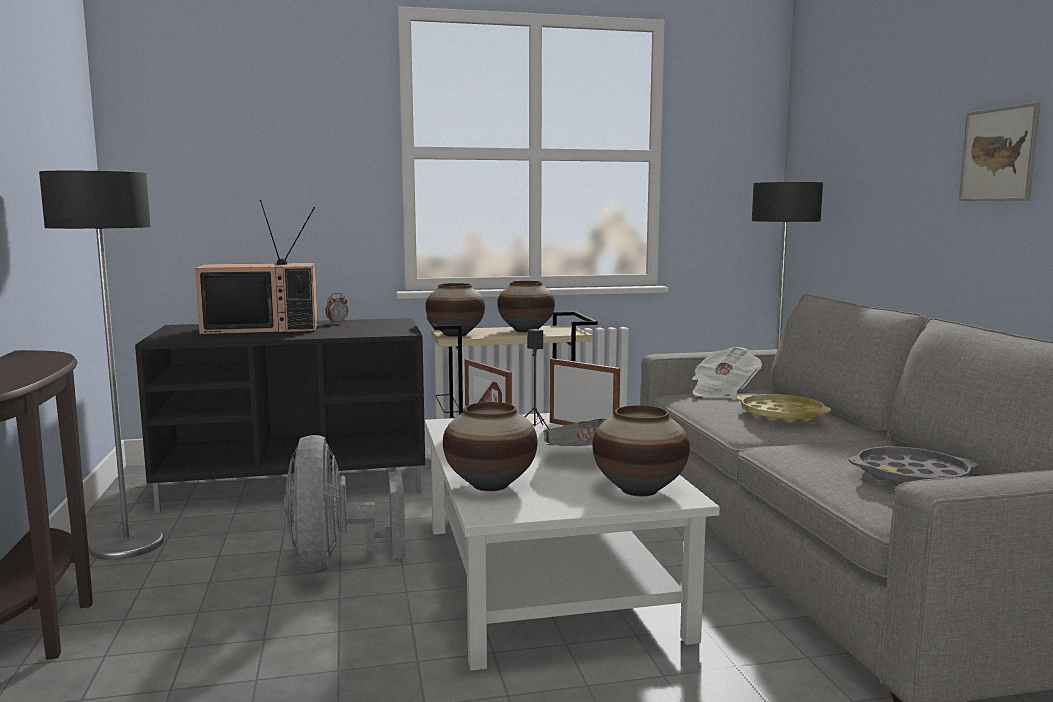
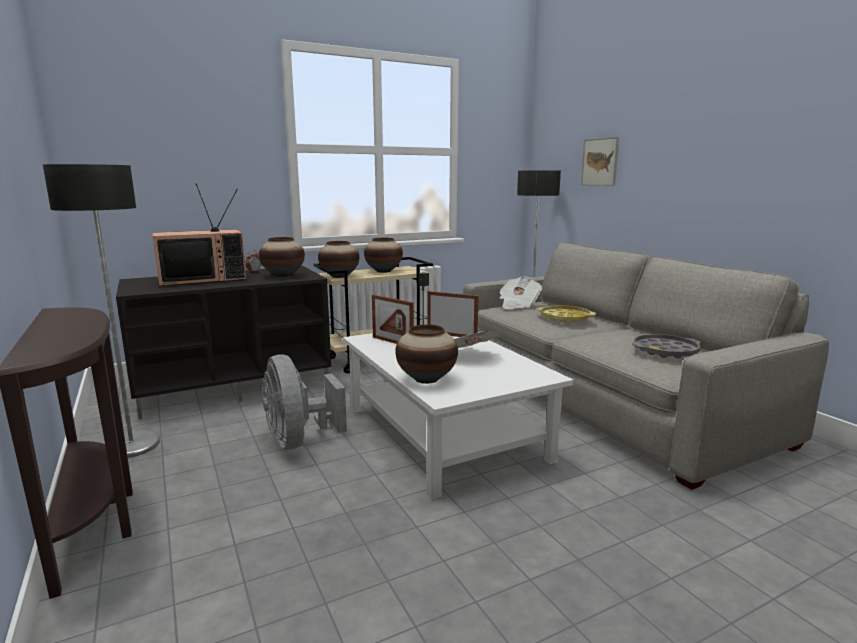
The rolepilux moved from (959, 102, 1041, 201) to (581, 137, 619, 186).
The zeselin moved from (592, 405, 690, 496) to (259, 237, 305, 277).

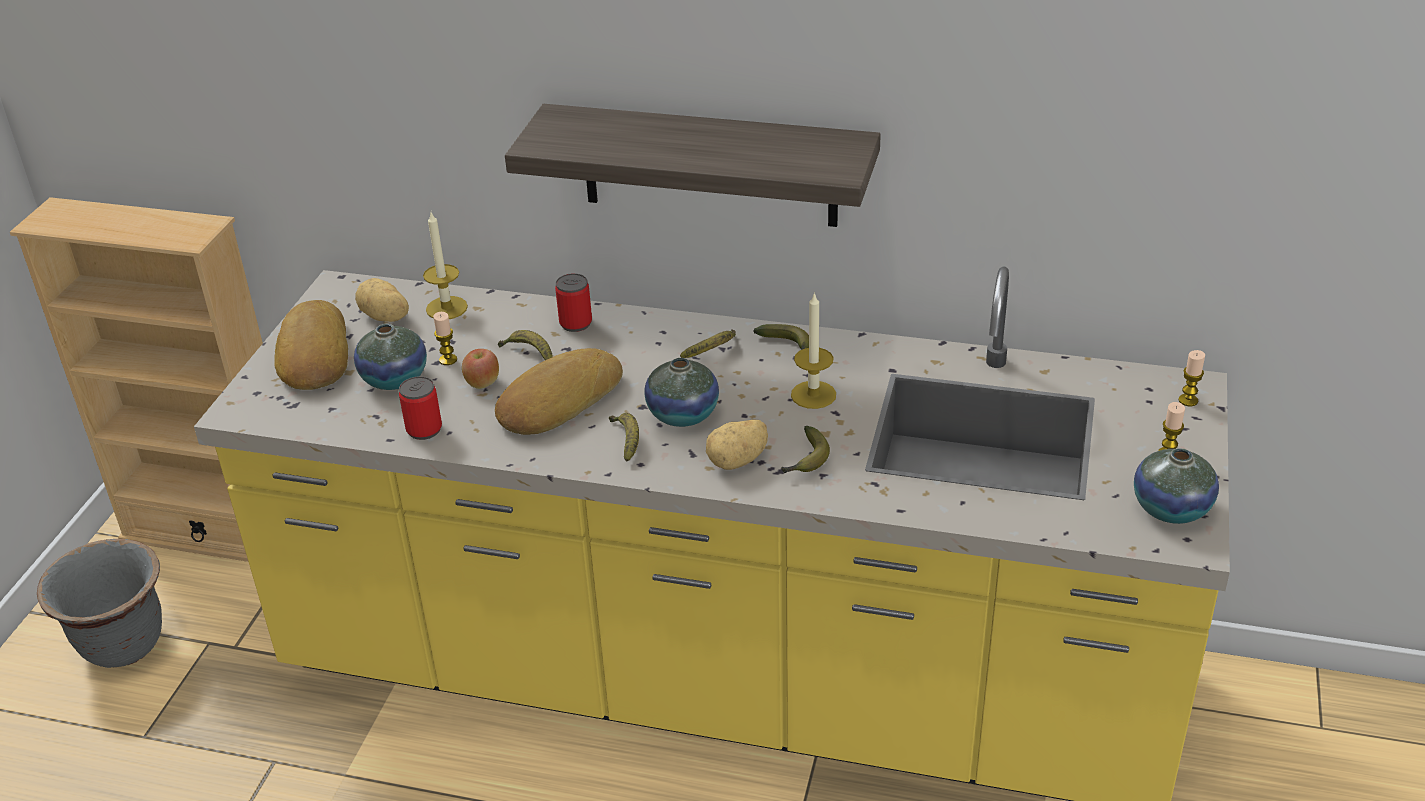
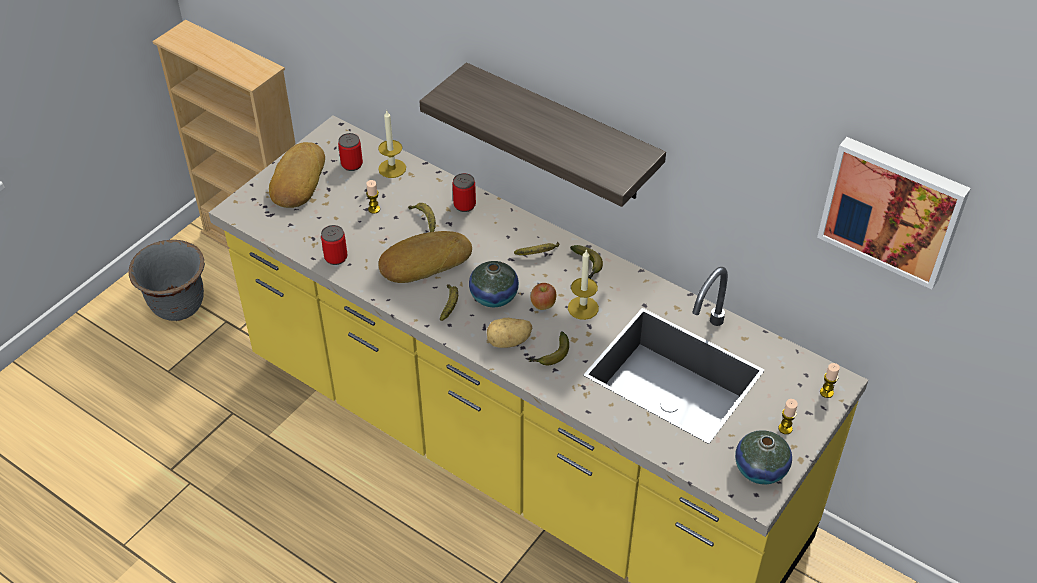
The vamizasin at (355, 278, 409, 322) was replaced by the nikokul at (338, 133, 363, 171).
The zeselin at (354, 324, 427, 390) disappeared.
The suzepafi moved from (462, 349, 499, 389) to (531, 283, 556, 310).
The rolepilux at (817, 137, 971, 289) appeared.

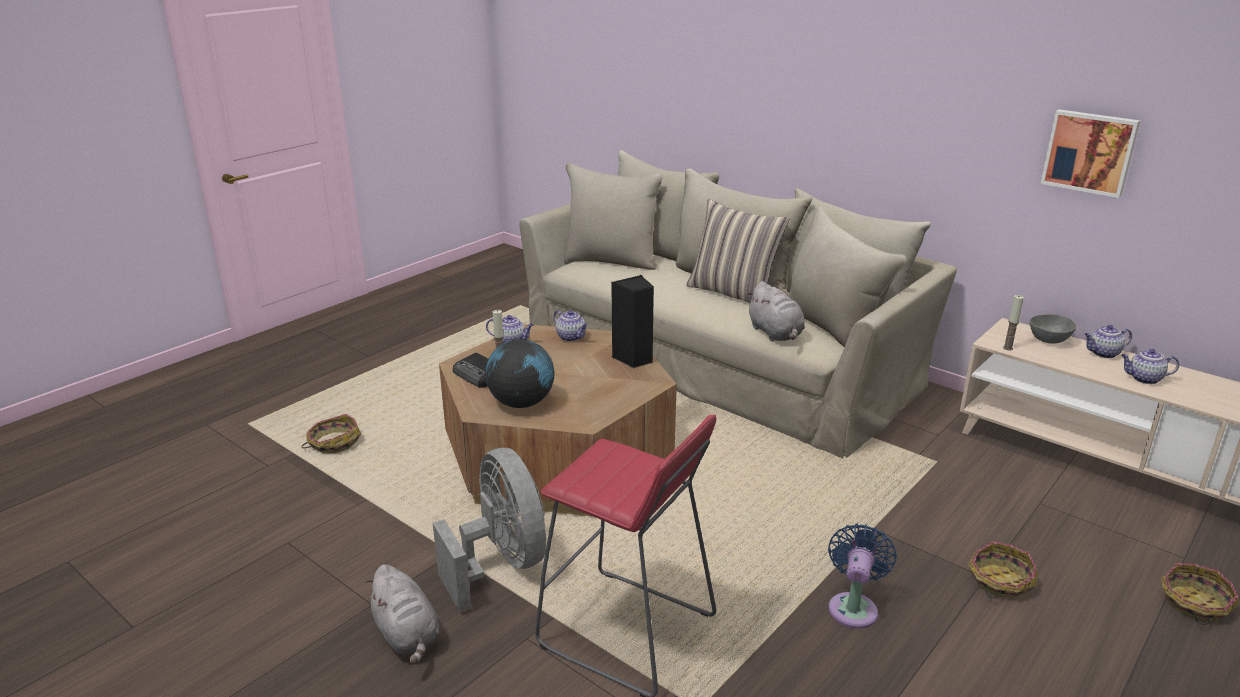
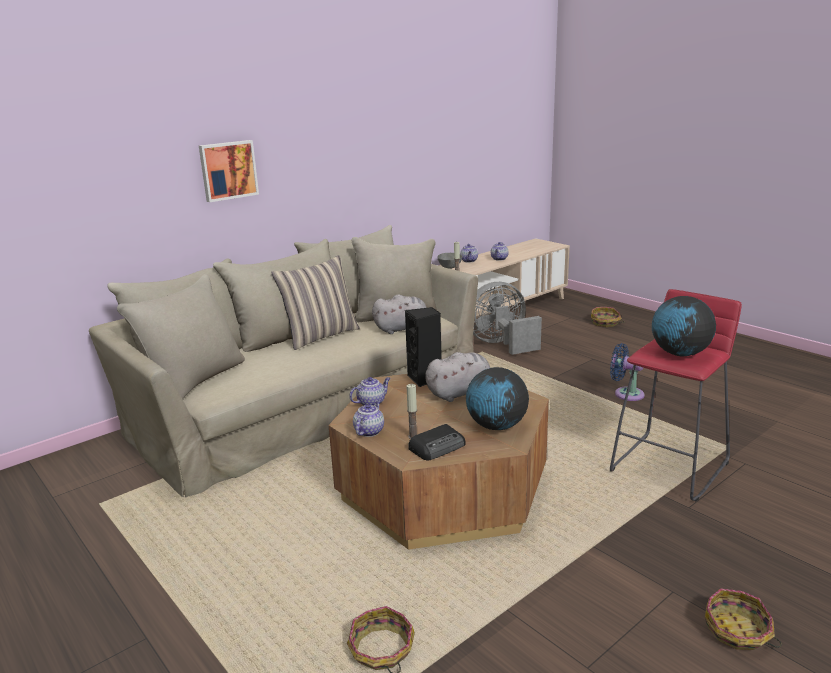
The rolepilux moved from (1041, 109, 1140, 198) to (199, 140, 259, 202).
The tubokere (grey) moved from (433, 448, 546, 612) to (473, 282, 542, 355).
The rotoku moved from (968, 542, 1038, 598) to (705, 588, 782, 650).
The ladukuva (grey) moved from (365, 564, 439, 665) to (426, 352, 490, 402).
The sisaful at (652, 296, 716, 356) appeared.

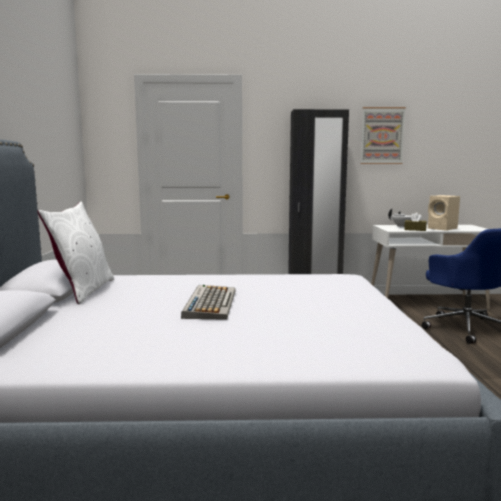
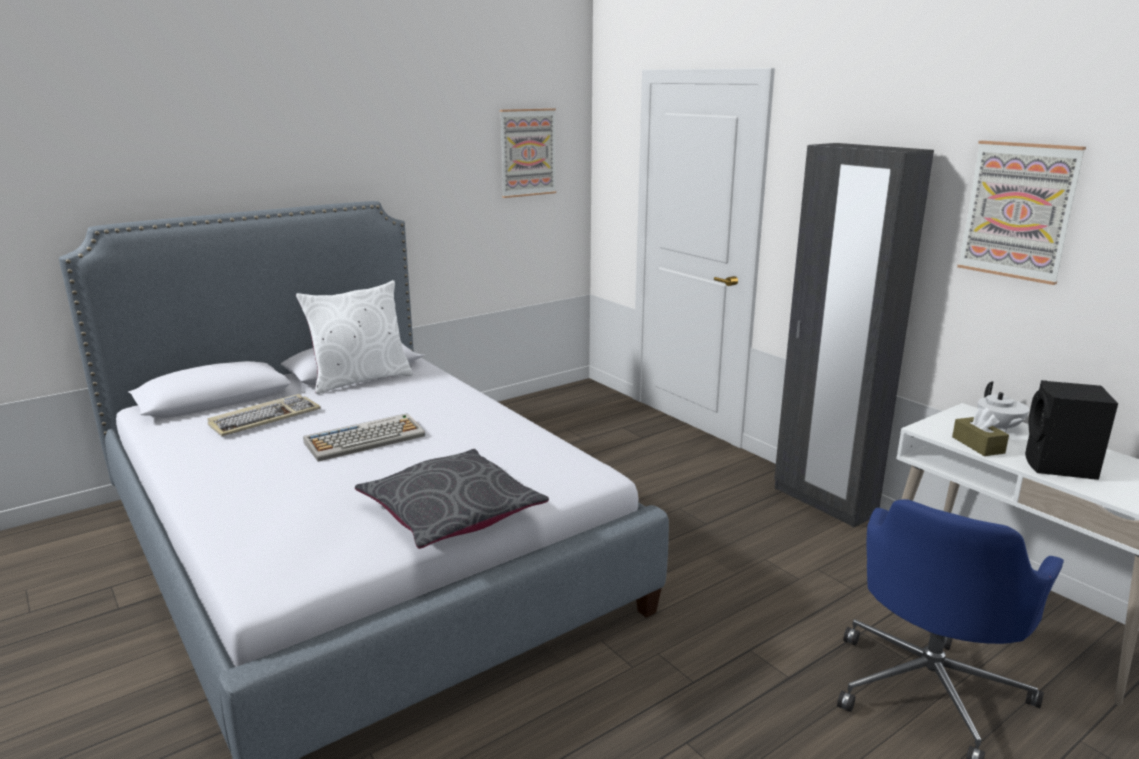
The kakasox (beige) at (428, 195, 460, 231) became the kakasox (black) at (1025, 380, 1118, 480).
The rolepilux at (500, 108, 556, 198) appeared.
The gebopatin at (207, 394, 321, 436) appeared.
The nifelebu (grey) at (355, 449, 549, 549) appeared.

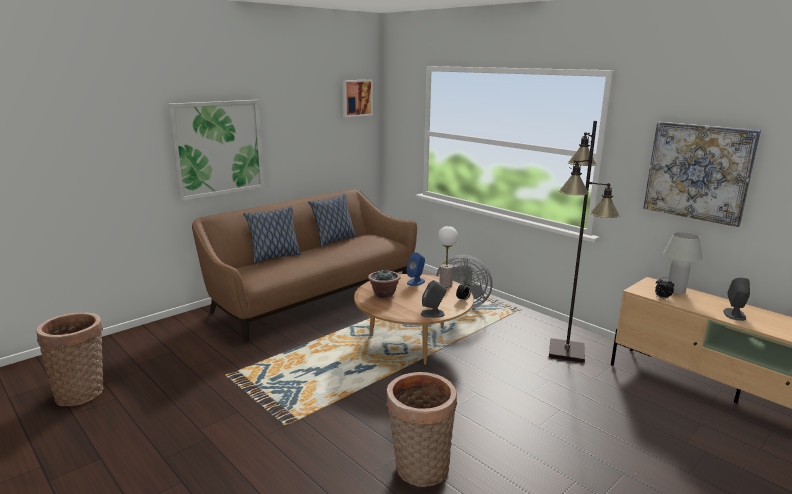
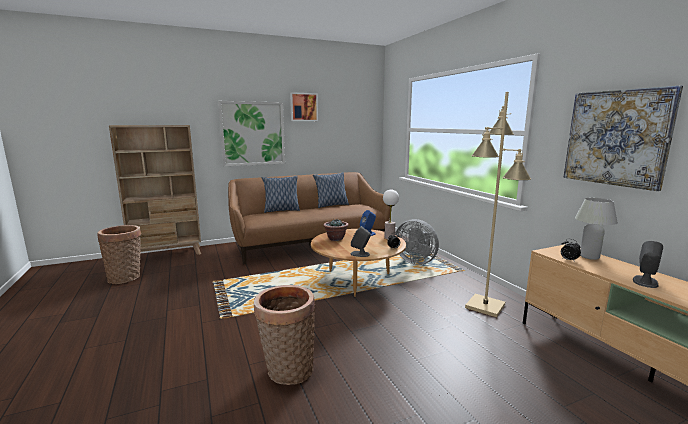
The rolepilux moved from (342, 80, 373, 117) to (290, 92, 318, 121).
The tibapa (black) at (549, 121, 620, 363) became the tibapa (beige) at (465, 92, 531, 317).
The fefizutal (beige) at (109, 125, 201, 255) appeared.

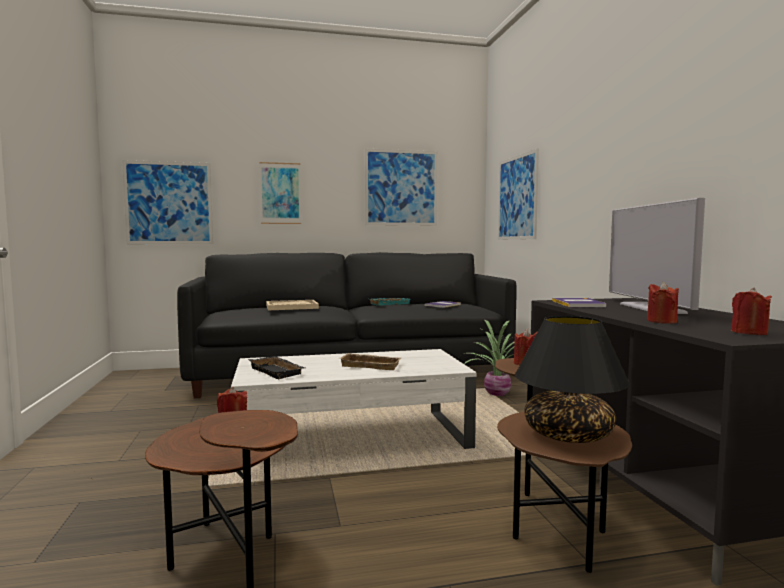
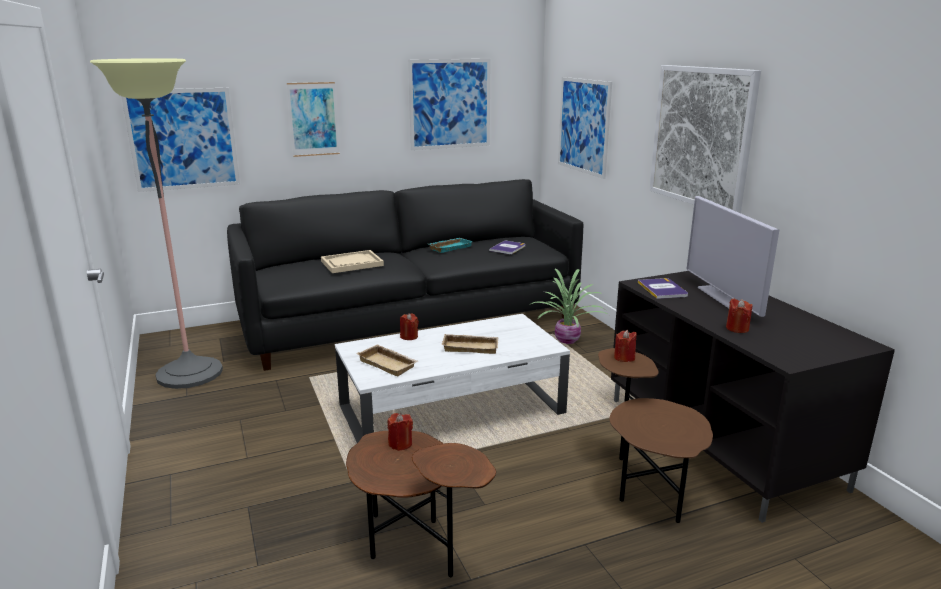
The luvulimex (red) moved from (731, 287, 772, 335) to (400, 313, 419, 340).
The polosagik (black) at (515, 316, 630, 443) disappeared.
The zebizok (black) at (248, 356, 305, 379) became the zebizok (beige) at (356, 344, 419, 376).
The tibapa at (90, 58, 223, 389) appeared.
The rolepilux at (650, 65, 761, 213) appeared.

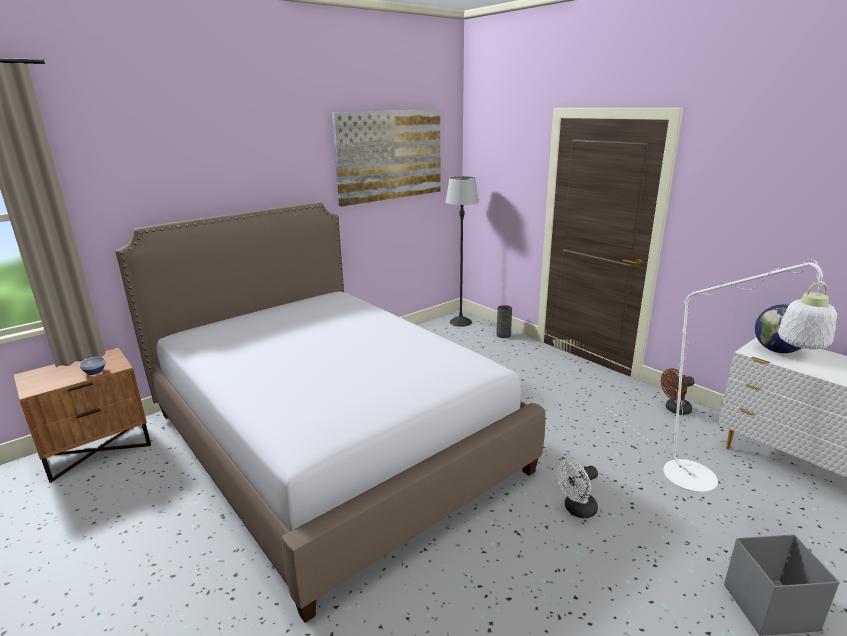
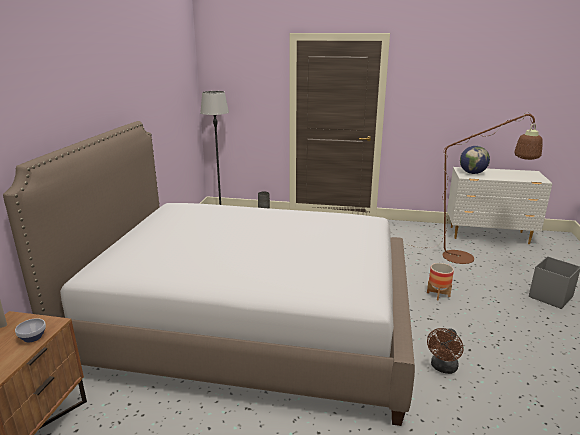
The rolepilux at (332, 109, 441, 207) disappeared.
The tibapa (white) at (605, 259, 837, 492) became the tibapa (brown) at (405, 112, 543, 264).
The tubokere (brown) moved from (661, 368, 694, 415) to (427, 328, 464, 374).
The tubokere (white) at (557, 460, 598, 518) was replaced by the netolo at (427, 263, 454, 301).

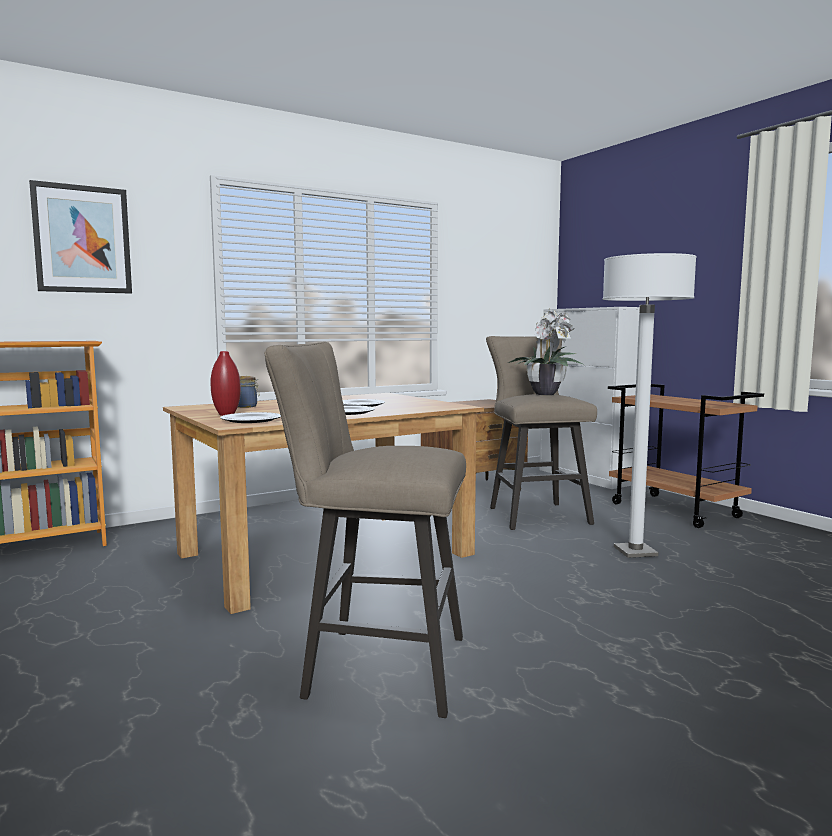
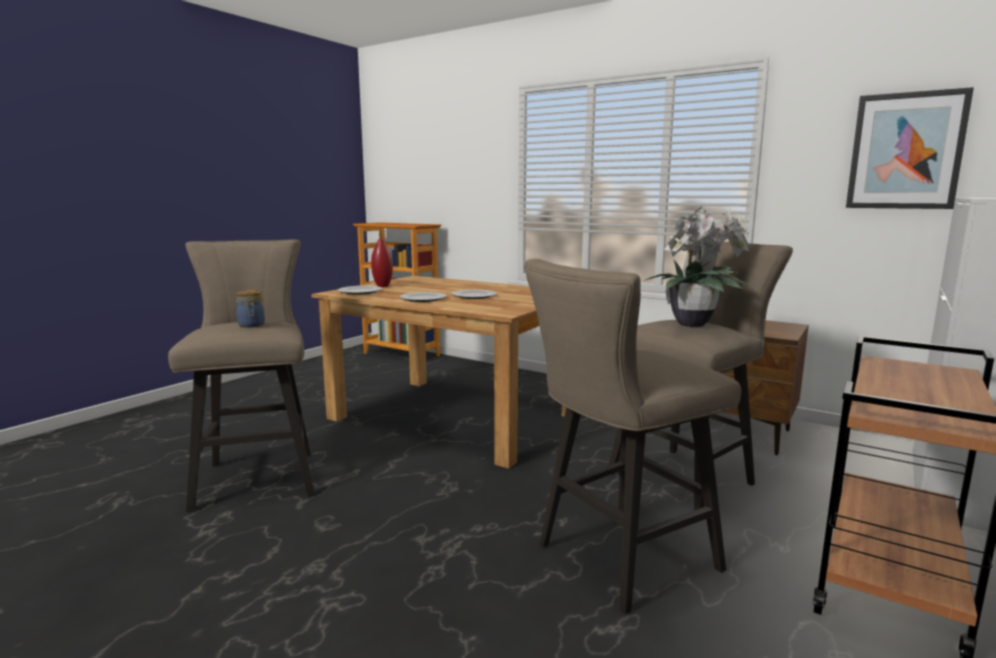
The rolepilux moved from (29, 180, 132, 294) to (846, 87, 974, 209).
The tibapa (white) at (602, 253, 696, 558) was replaced by the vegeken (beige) at (524, 259, 741, 614).
The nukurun moved from (238, 376, 260, 408) to (236, 290, 265, 328).

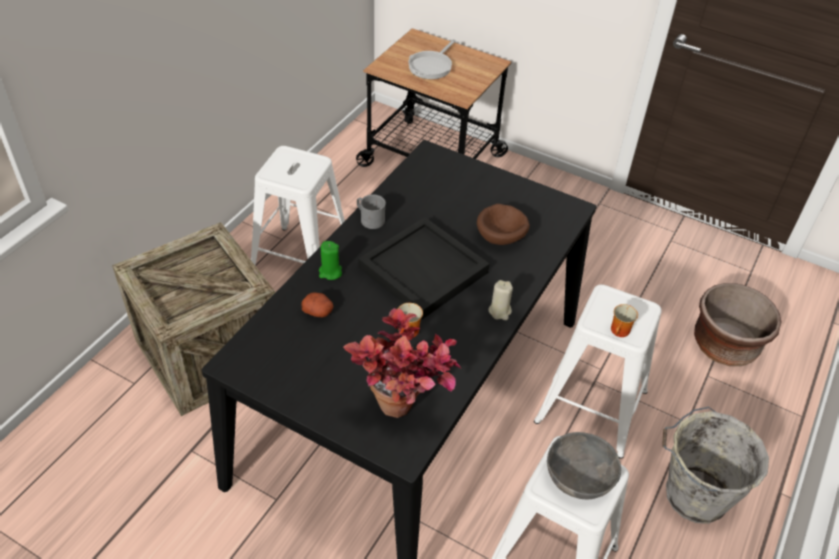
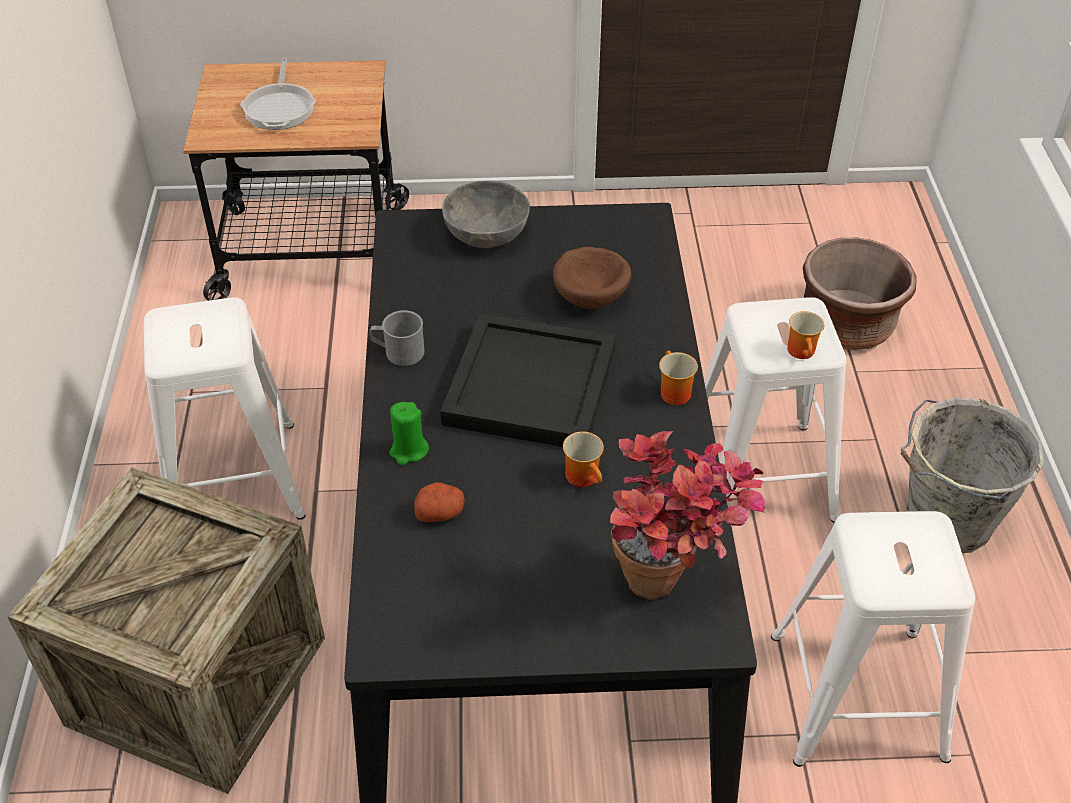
The luvulimex (beige) at (488, 280, 513, 320) was replaced by the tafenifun at (659, 351, 698, 405).
The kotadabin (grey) moved from (547, 432, 621, 500) to (442, 180, 530, 248).

